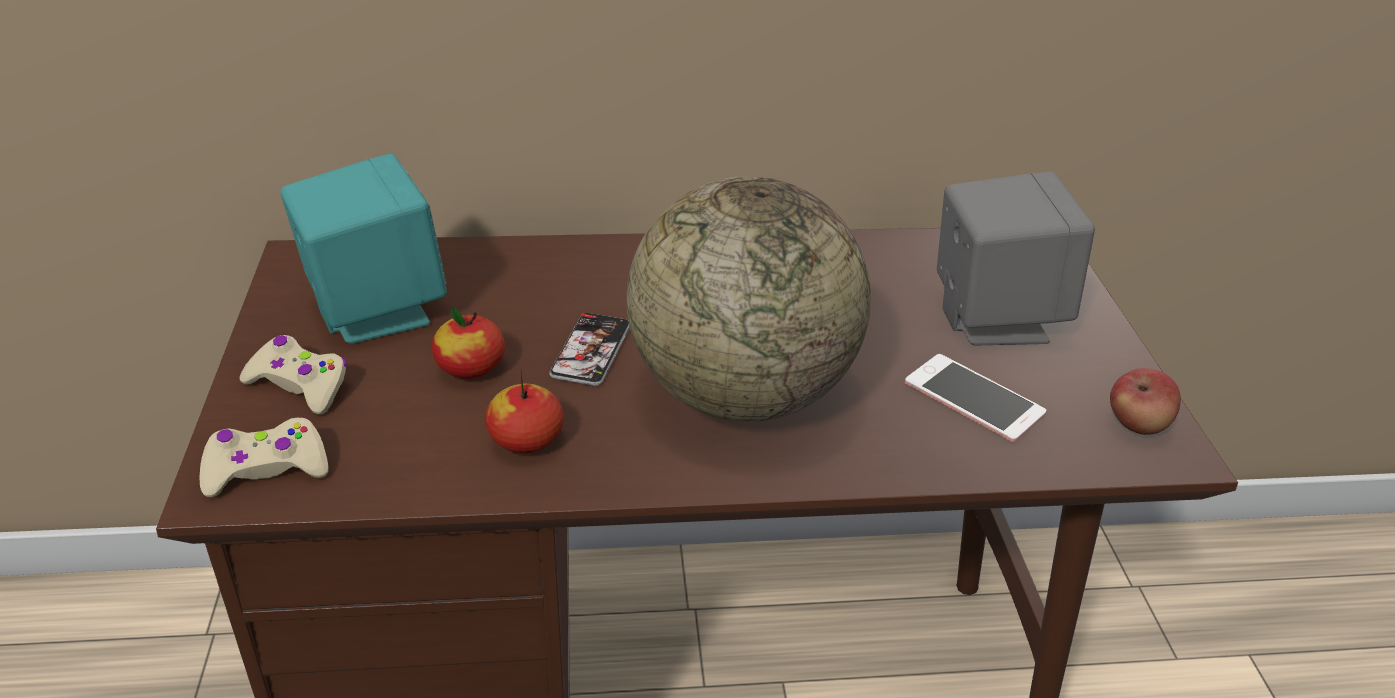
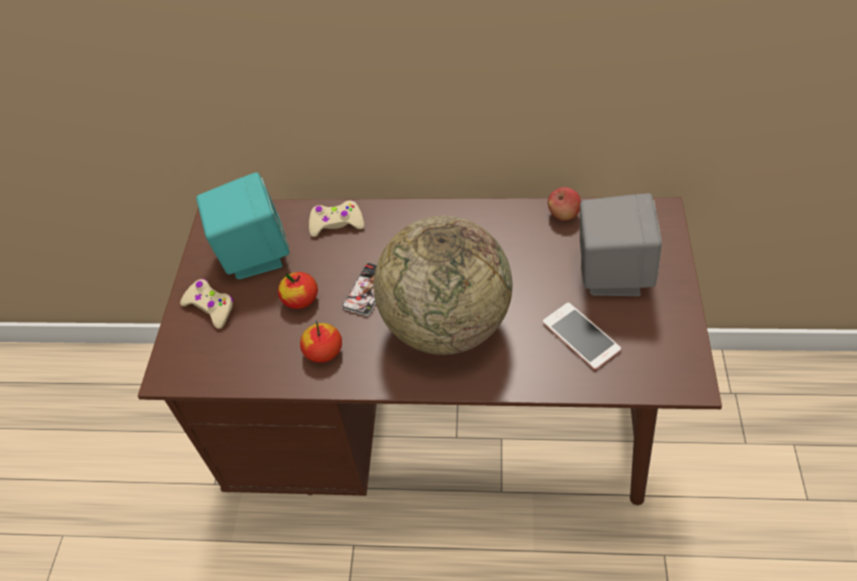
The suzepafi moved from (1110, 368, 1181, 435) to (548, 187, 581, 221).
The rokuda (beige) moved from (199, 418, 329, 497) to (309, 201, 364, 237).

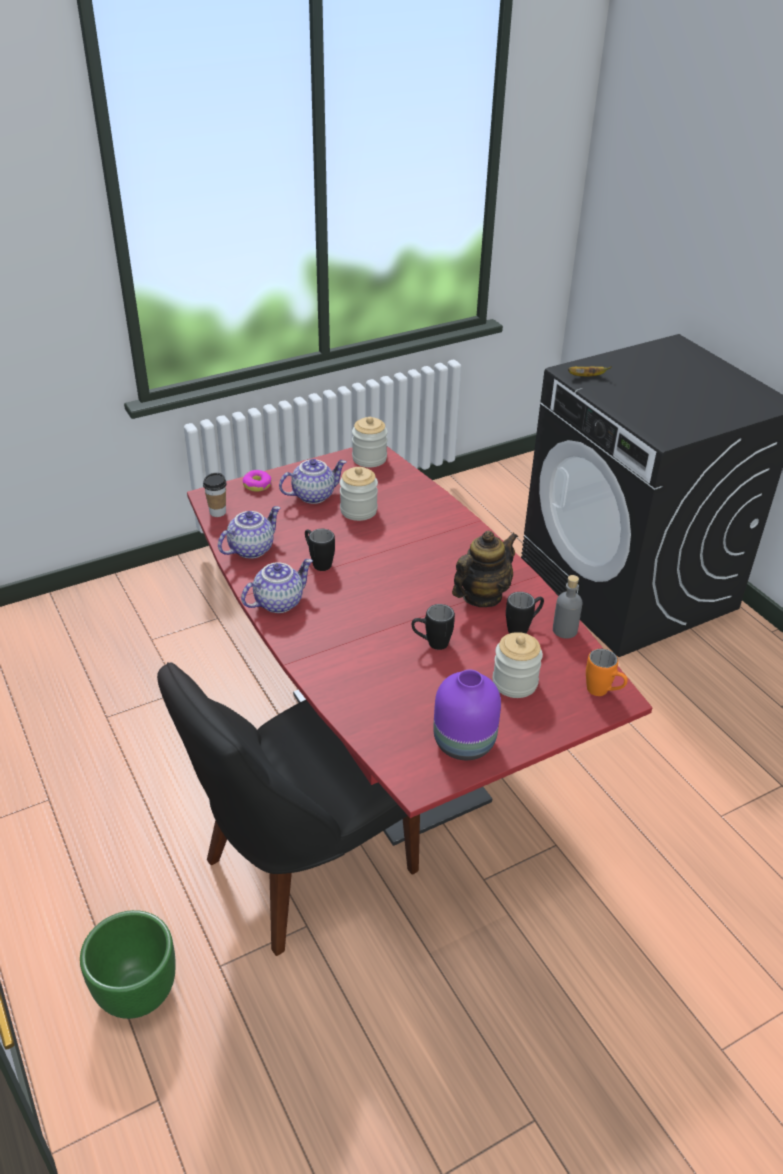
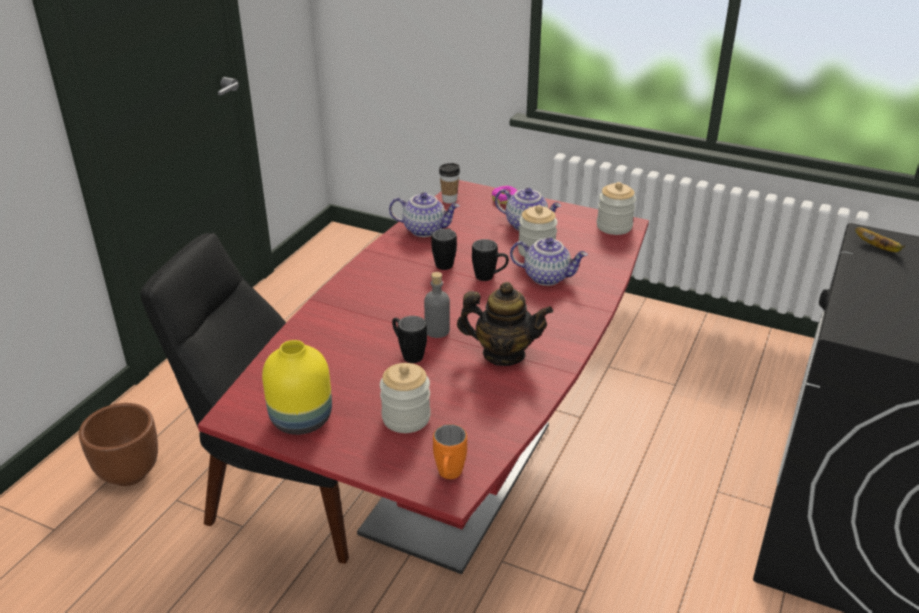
The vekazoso moved from (241, 559, 313, 613) to (510, 237, 588, 286).
The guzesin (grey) moved from (553, 575, 582, 639) to (424, 272, 450, 338).
The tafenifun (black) moved from (506, 592, 544, 633) to (472, 239, 509, 281).
The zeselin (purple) at (433, 669, 501, 760) became the zeselin (yellow) at (262, 340, 332, 435).
The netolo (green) at (80, 910, 176, 1019) became the netolo (brown) at (79, 403, 158, 486).

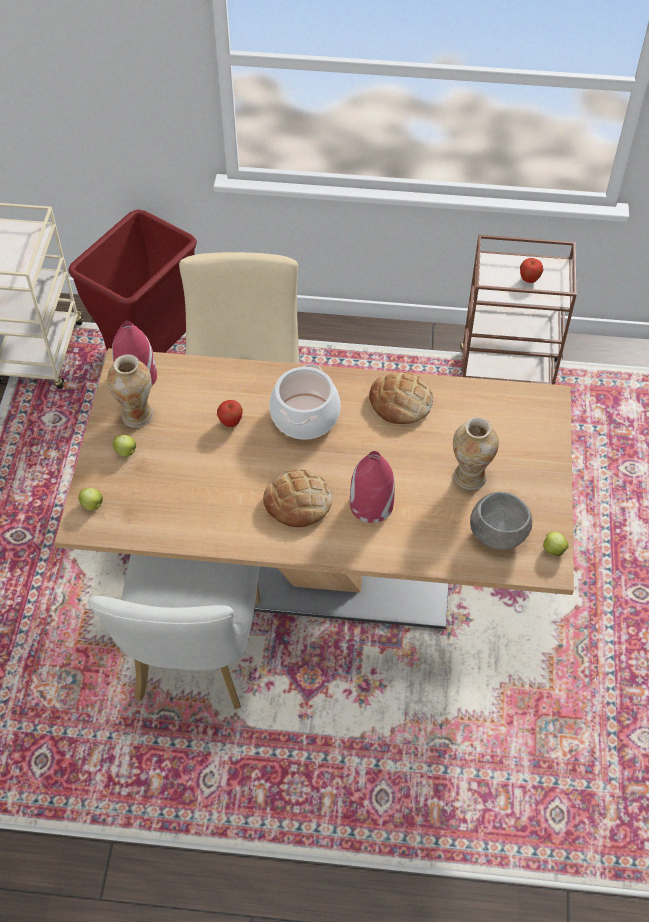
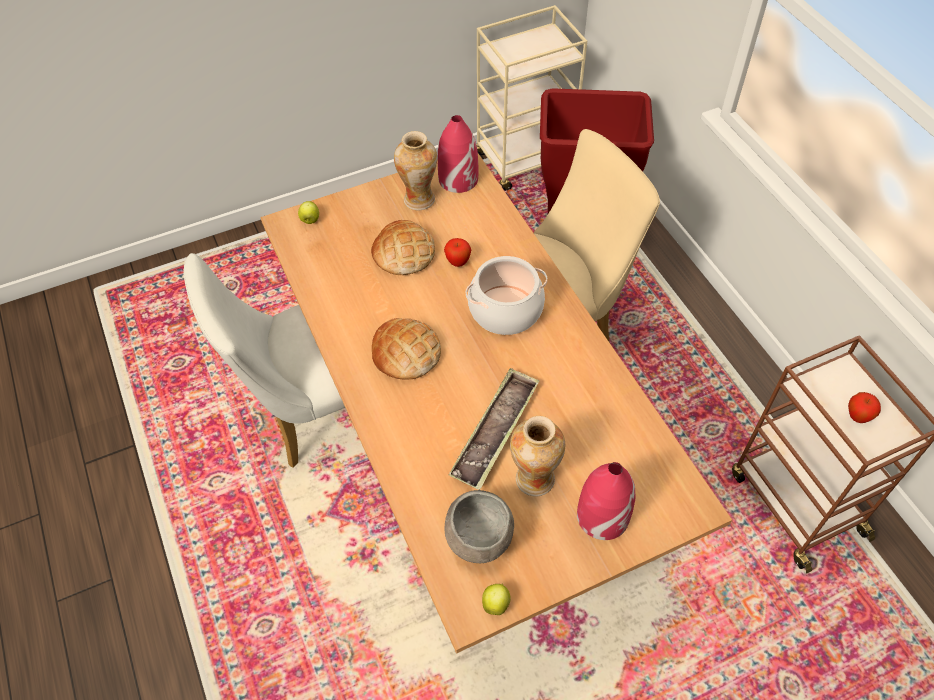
The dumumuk moved from (369, 372, 433, 424) to (371, 220, 435, 275).
The suzepafi at (113, 435, 136, 457) disappeared.
The zeselin (red) moved from (350, 451, 395, 523) to (577, 462, 635, 540).
The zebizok at (449, 368, 539, 490) appeared.

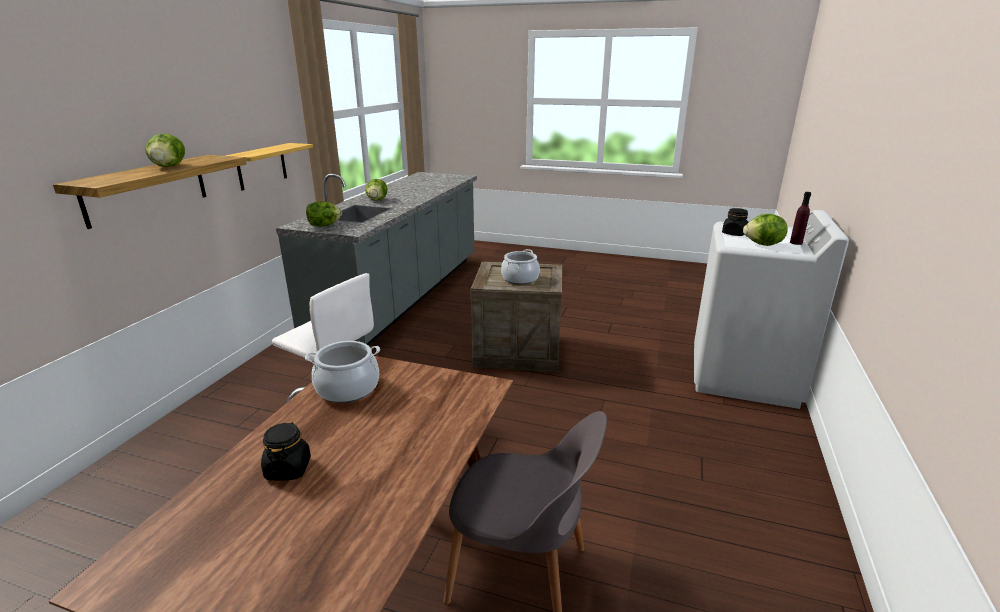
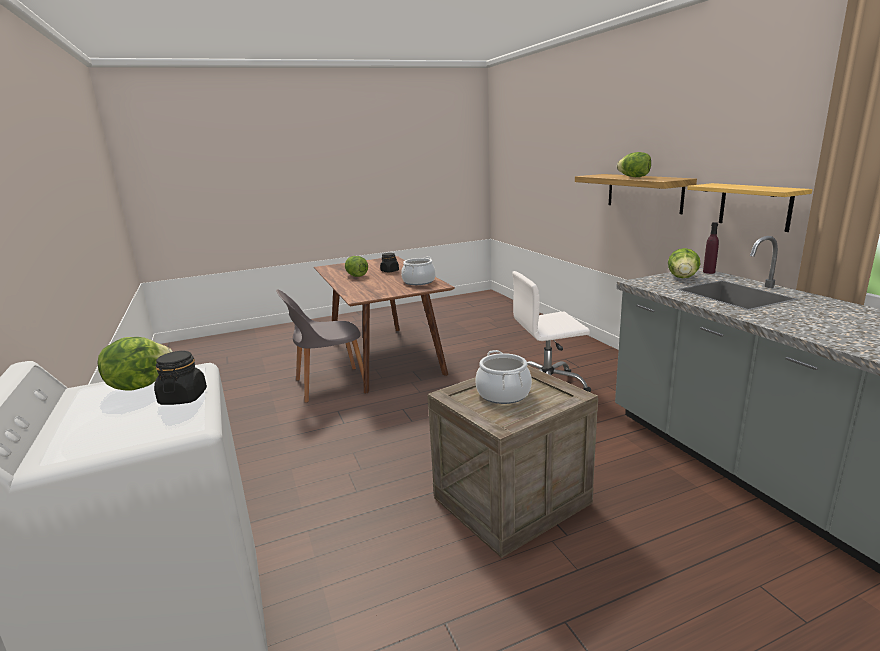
The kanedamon moved from (365, 179, 387, 201) to (345, 256, 368, 277).
The guzesin (purple) moved from (790, 192, 811, 245) to (703, 222, 719, 274).

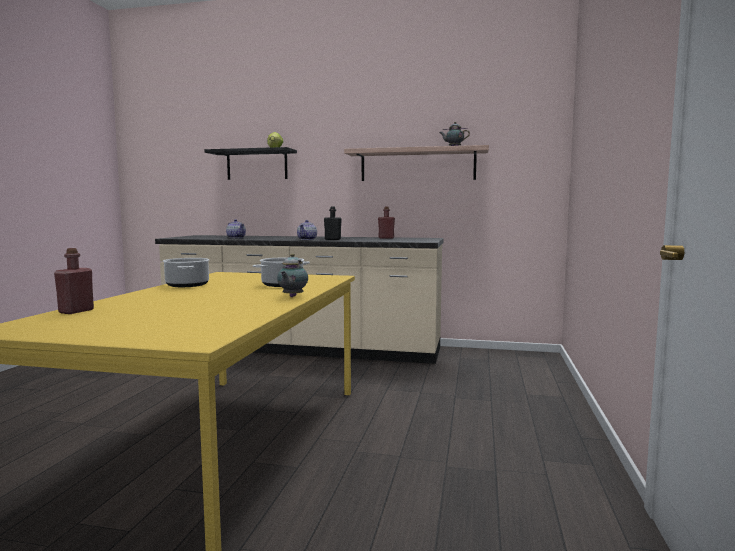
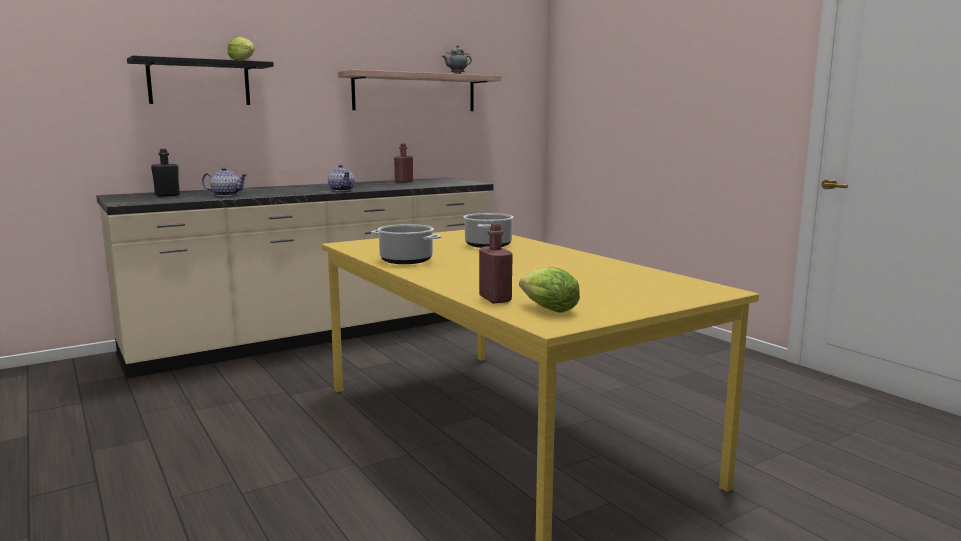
The guzesin (black) moved from (324, 206, 342, 240) to (151, 149, 180, 197).
The vekazoso at (277, 254, 308, 297) disappeared.
The kanedamon at (519, 267, 580, 313) appeared.

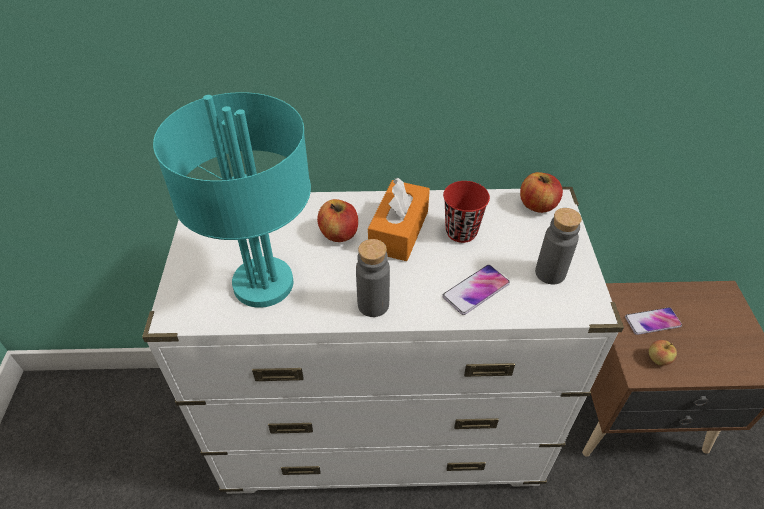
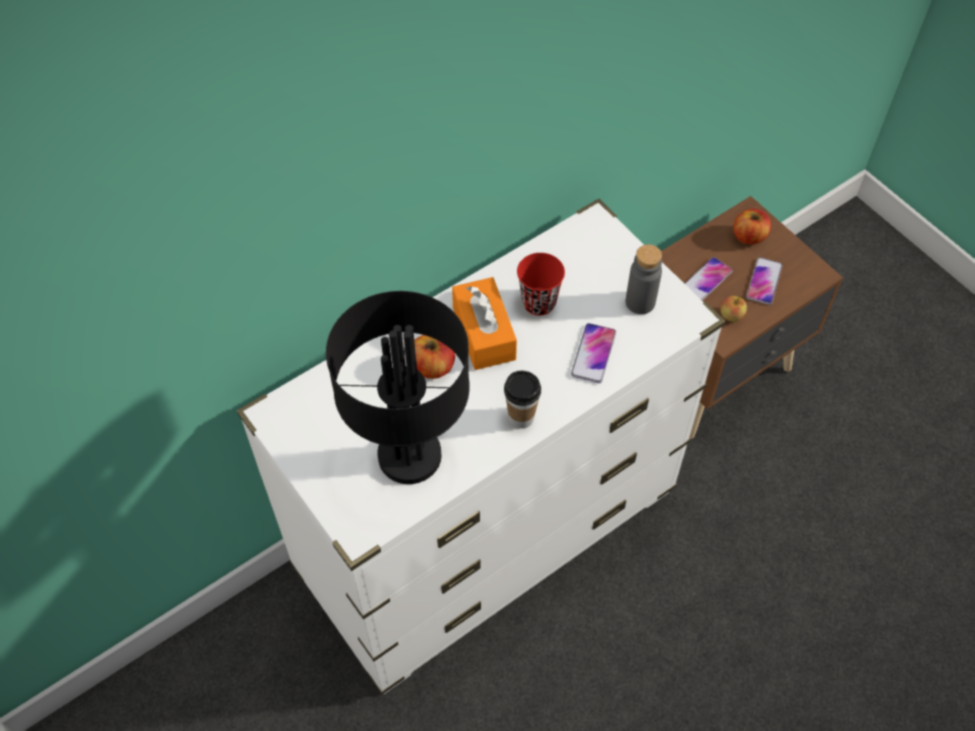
The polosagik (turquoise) at (153, 92, 311, 308) became the polosagik (black) at (326, 291, 470, 484).
The suzepafi moved from (520, 172, 563, 213) to (733, 209, 771, 245).
The guzesin (grey) at (356, 239, 390, 317) was replaced by the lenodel at (504, 371, 541, 429).
The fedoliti at (746, 257, 783, 305) appeared.

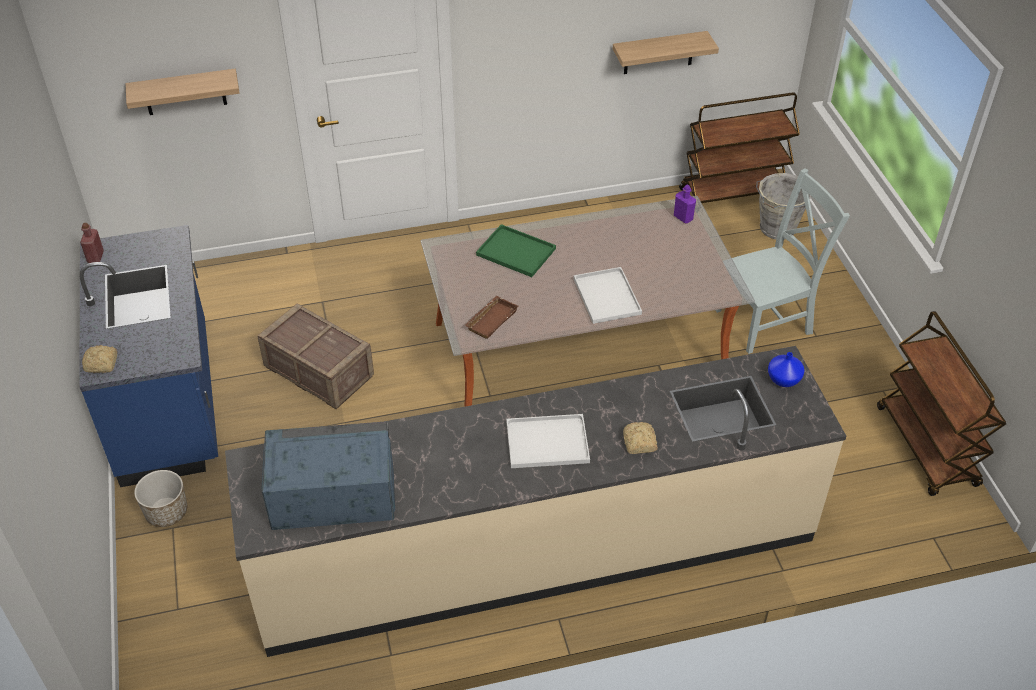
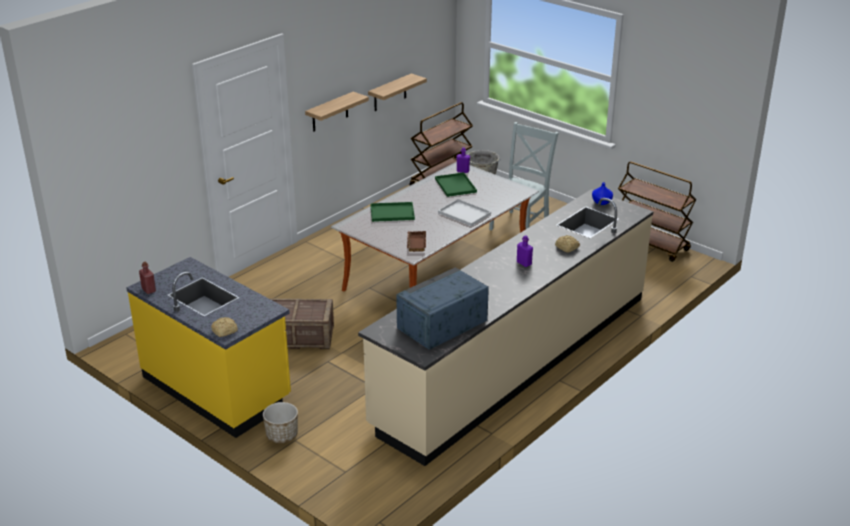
The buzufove moved from (126, 69, 240, 115) to (305, 92, 369, 132).
The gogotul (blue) at (79, 225, 218, 487) became the gogotul (yellow) at (126, 257, 291, 438).
The zebizok (white) at (506, 414, 590, 468) was replaced by the guzesin (purple) at (517, 235, 533, 267).
The zebizok (green) at (435, 172, 477, 197) appeared.

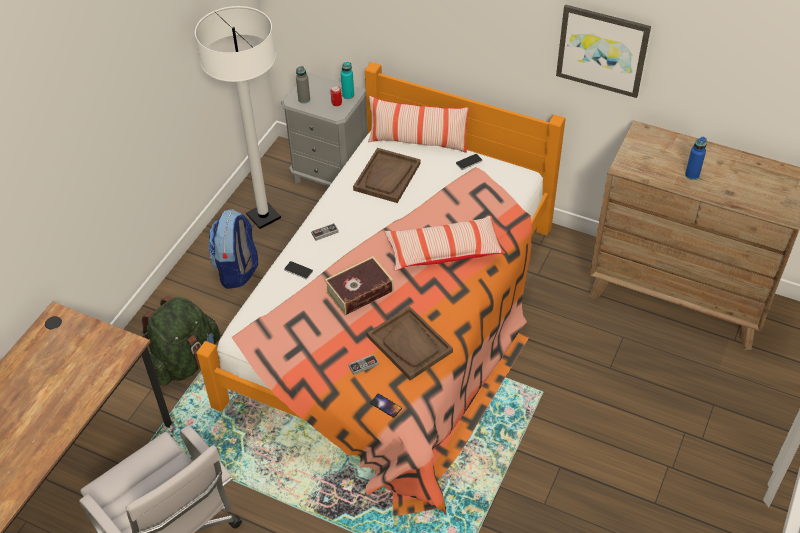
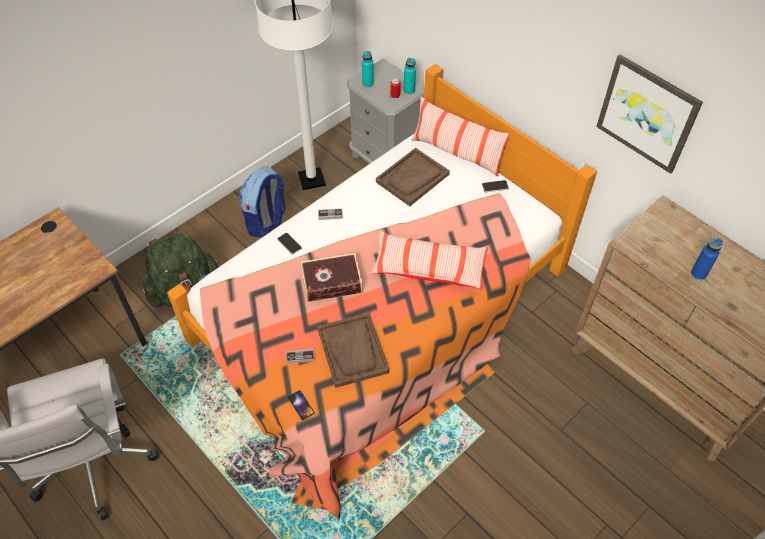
The guzesin (grey) at (296, 66, 310, 104) became the guzesin (turquoise) at (362, 51, 374, 88).

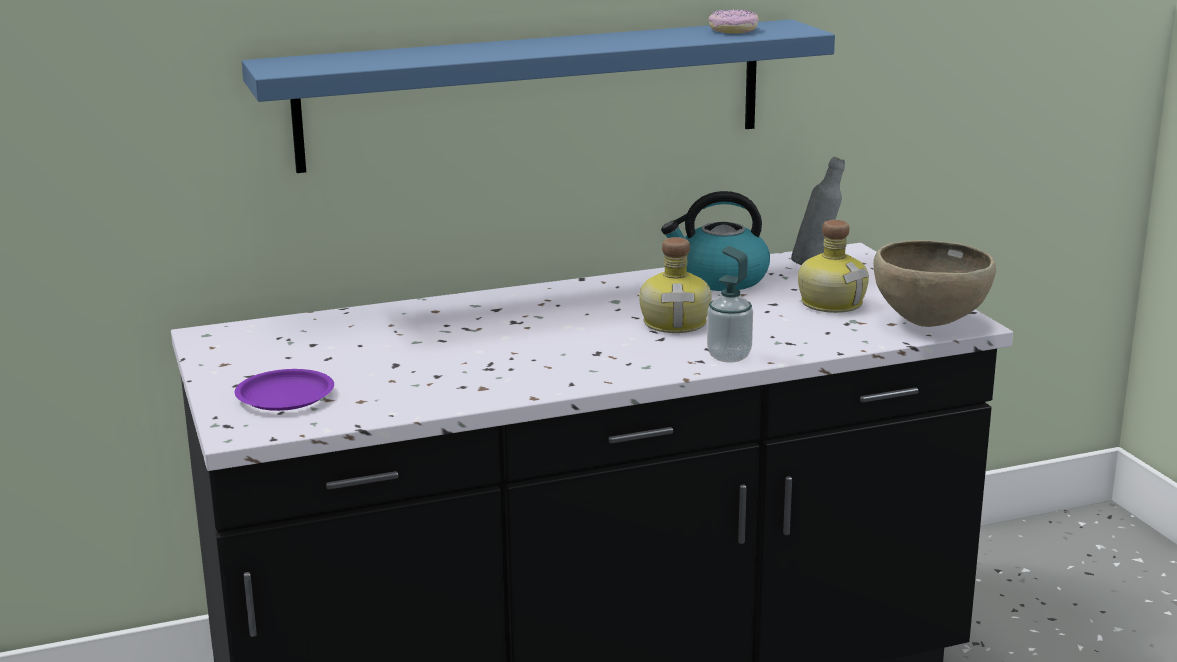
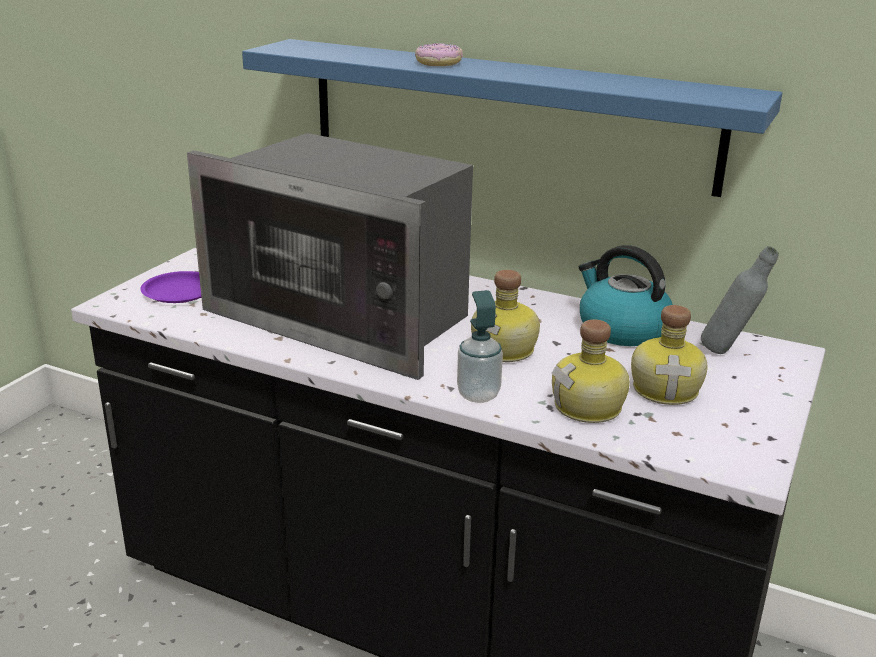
The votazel moved from (708, 10, 759, 33) to (415, 43, 463, 66).
The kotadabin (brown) at (873, 240, 996, 327) disappeared.
The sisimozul at (187, 133, 473, 380) appeared.
The guzesin at (552, 319, 630, 423) appeared.

